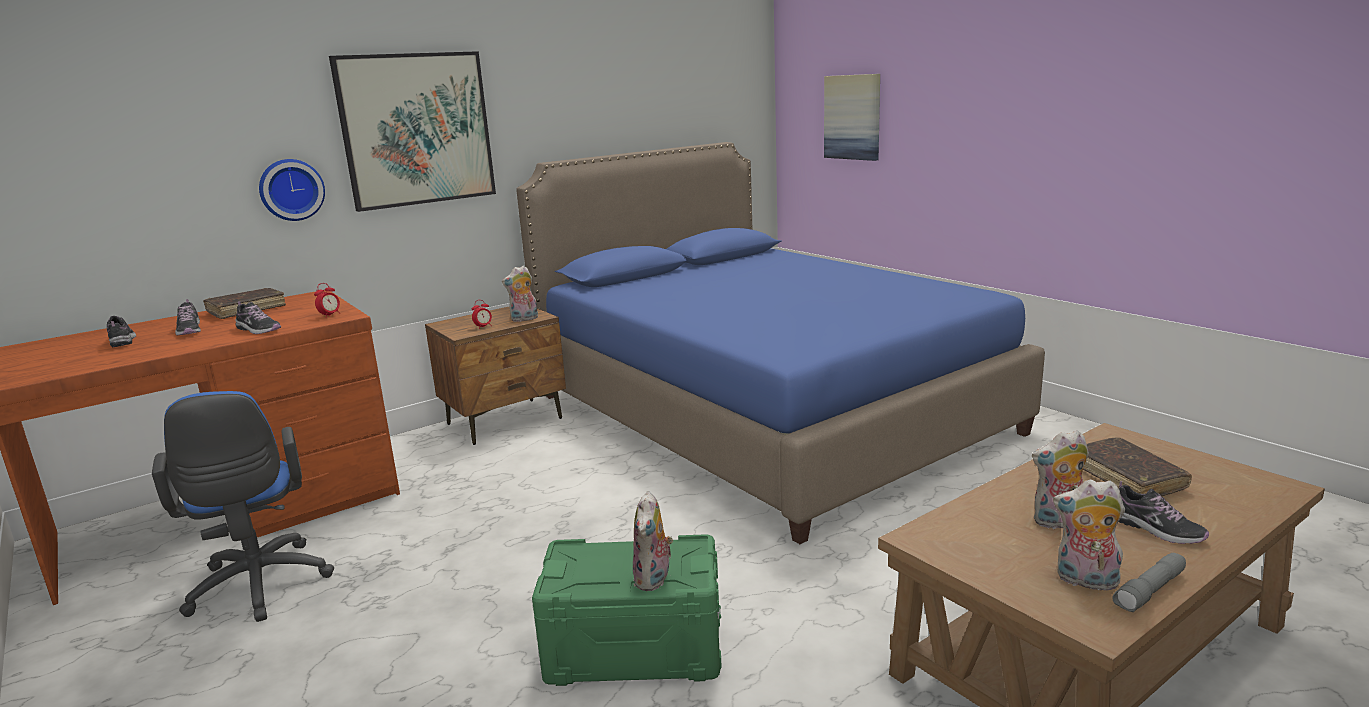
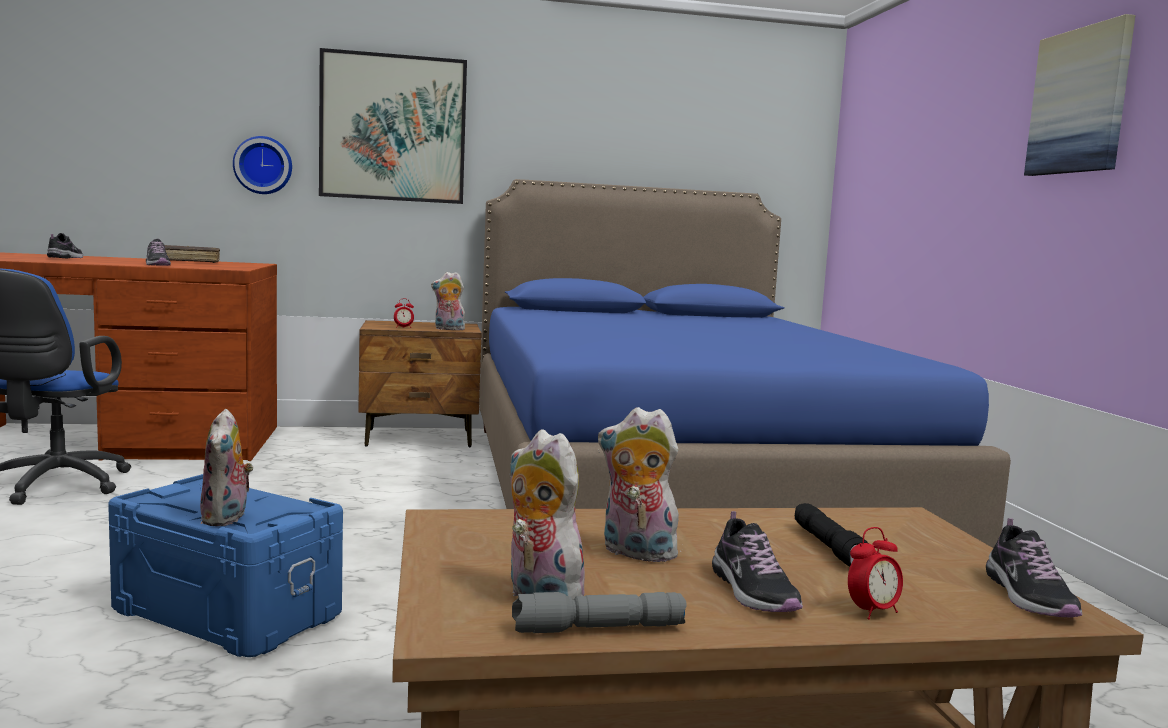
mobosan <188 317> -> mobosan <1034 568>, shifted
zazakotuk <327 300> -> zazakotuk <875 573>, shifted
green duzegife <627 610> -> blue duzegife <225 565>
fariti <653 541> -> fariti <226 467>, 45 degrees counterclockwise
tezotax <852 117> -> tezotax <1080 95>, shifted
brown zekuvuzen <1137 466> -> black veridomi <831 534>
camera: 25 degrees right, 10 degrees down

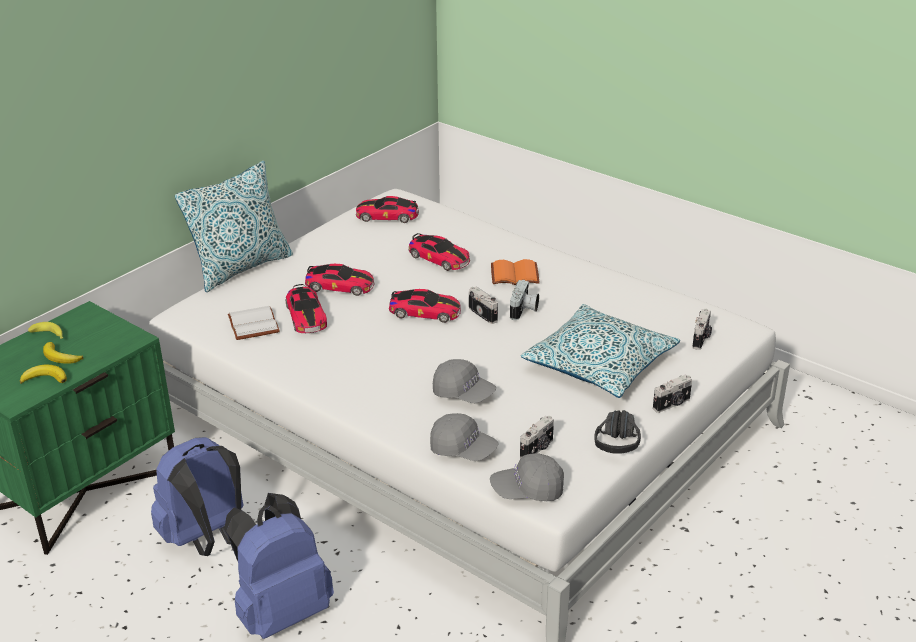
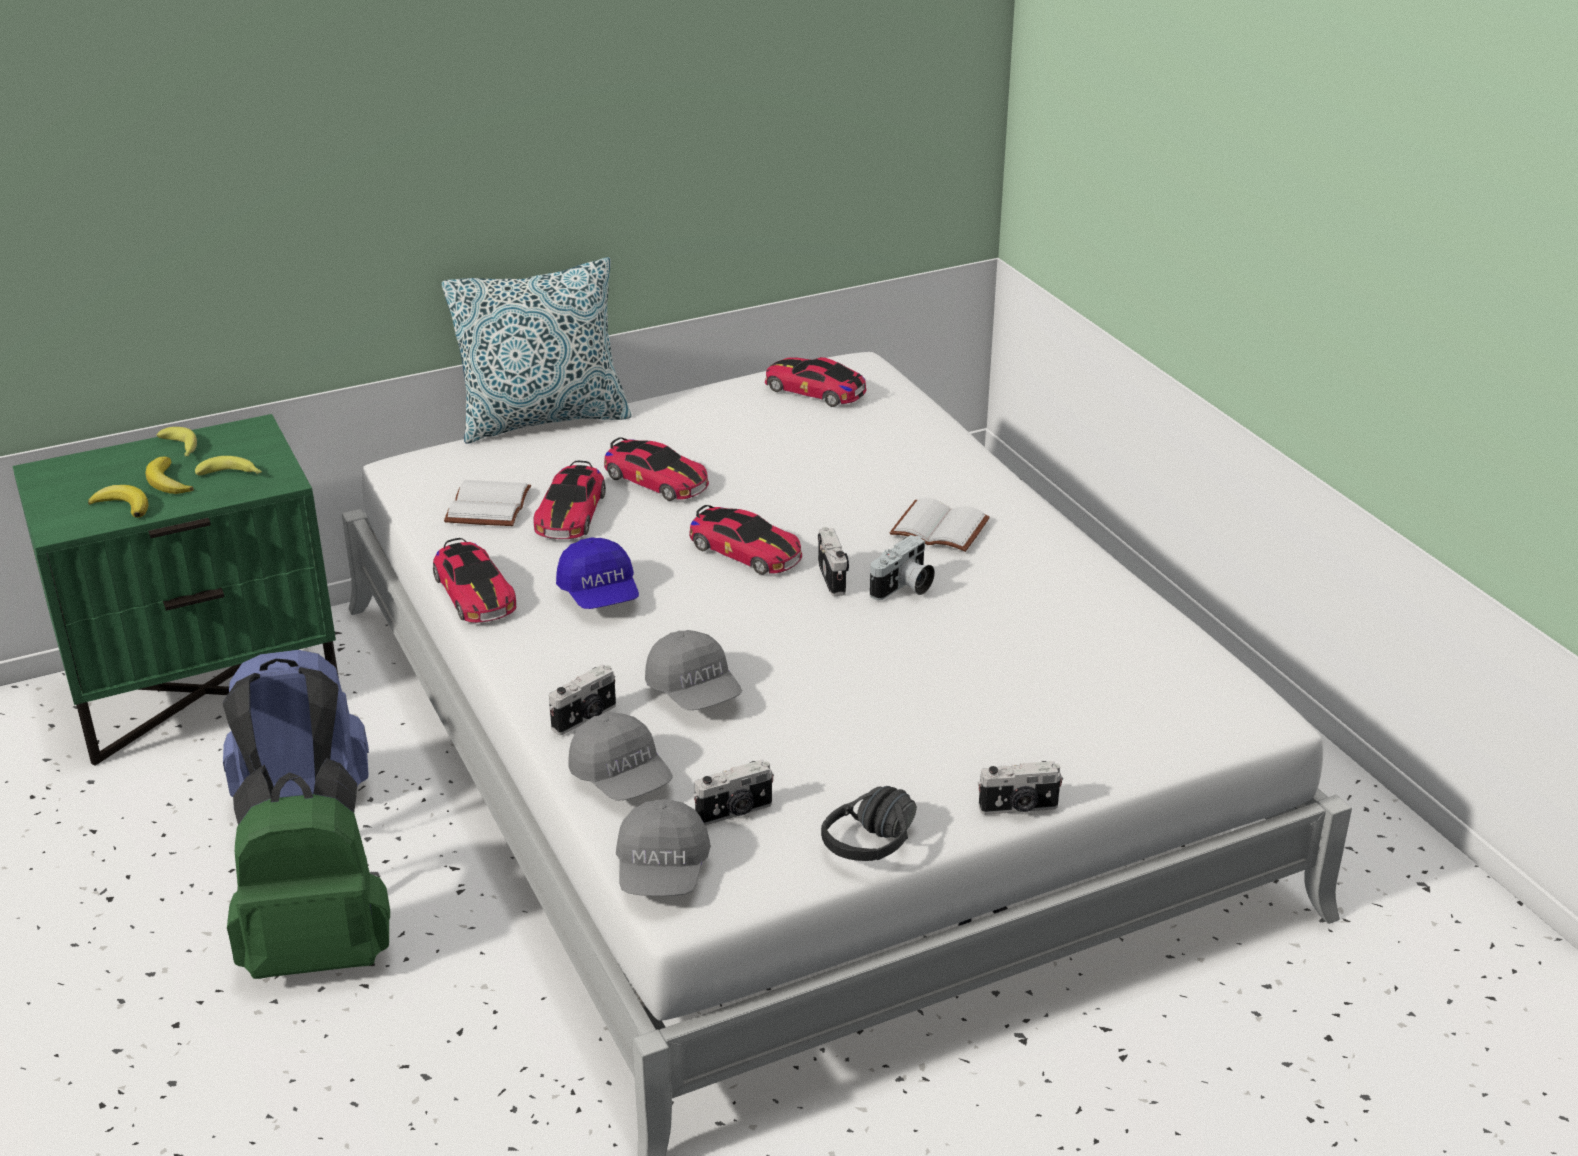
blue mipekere <279 566> -> green mipekere <308 868>
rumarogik <439 252> -> rumarogik <475 580>, shifted
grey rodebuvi <527 477> -> grey rodebuvi <663 847>, 105 degrees counterclockwise
orange zekuvuzen <515 272> -> white zekuvuzen <940 525>
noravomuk <600 351> -> none
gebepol <702 329> -> gebepol <582 699>, shifted
none -> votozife <228 466>
none -> blue rodebuvi <597 573>
camera: 25 degrees right, 0 degrees up

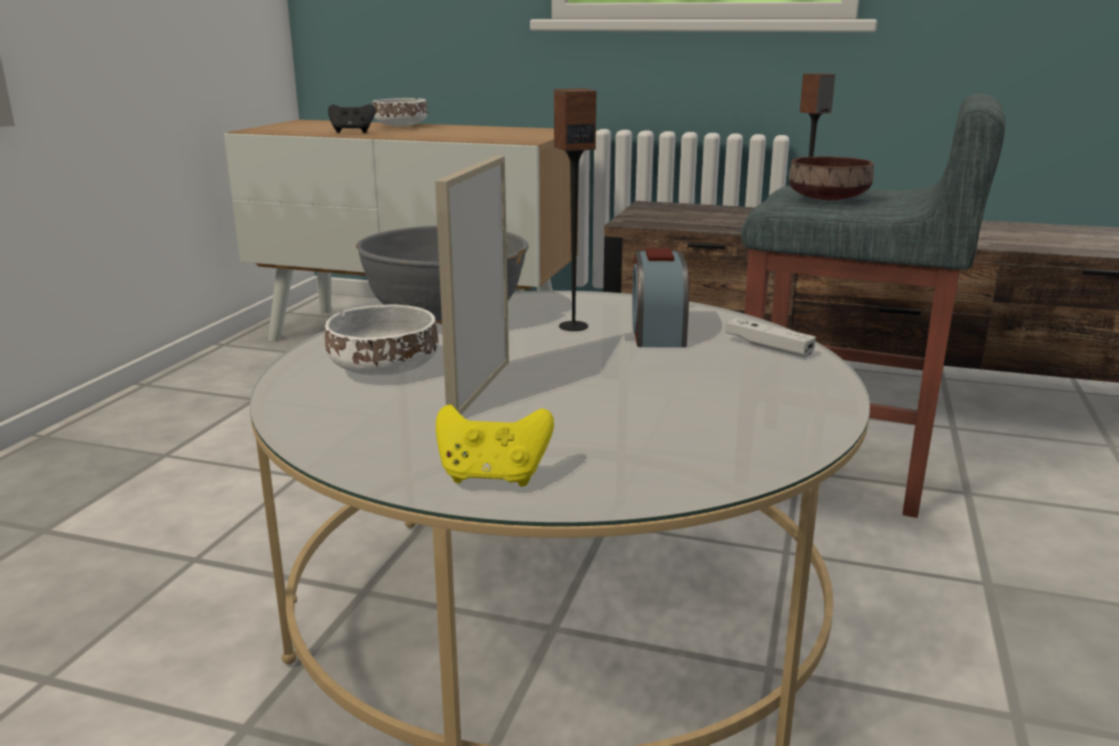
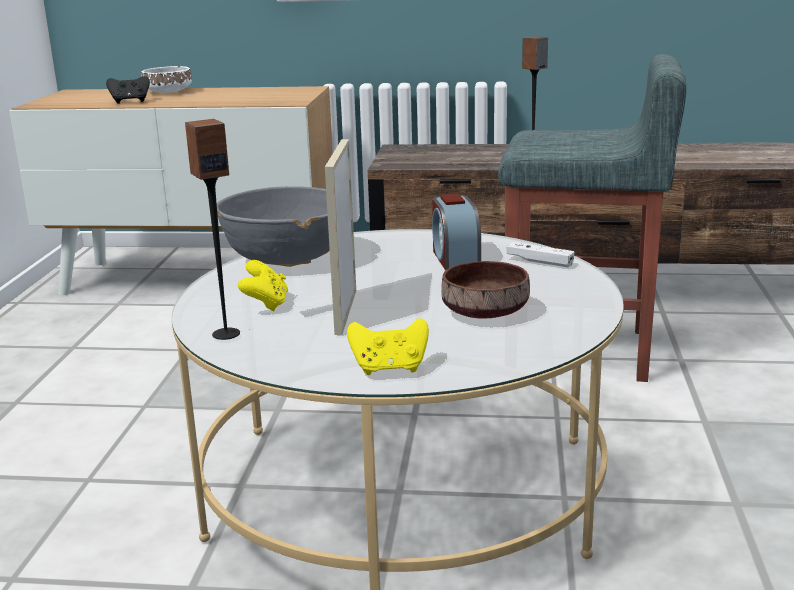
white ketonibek <381 339> -> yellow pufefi <263 286>
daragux <575 209> -> daragux <212 229>, shifted
brown ketonibek <831 178> -> brown ketonibek <485 289>, shifted
camera: 10 degrees left, 0 degrees up

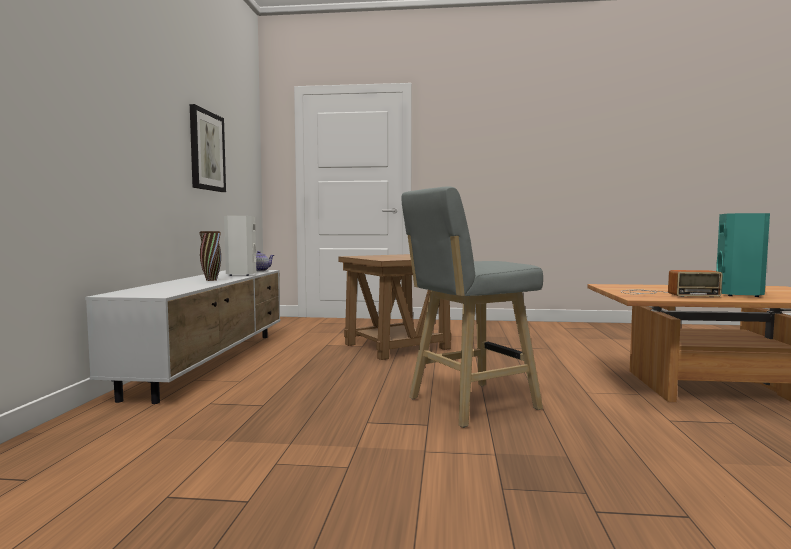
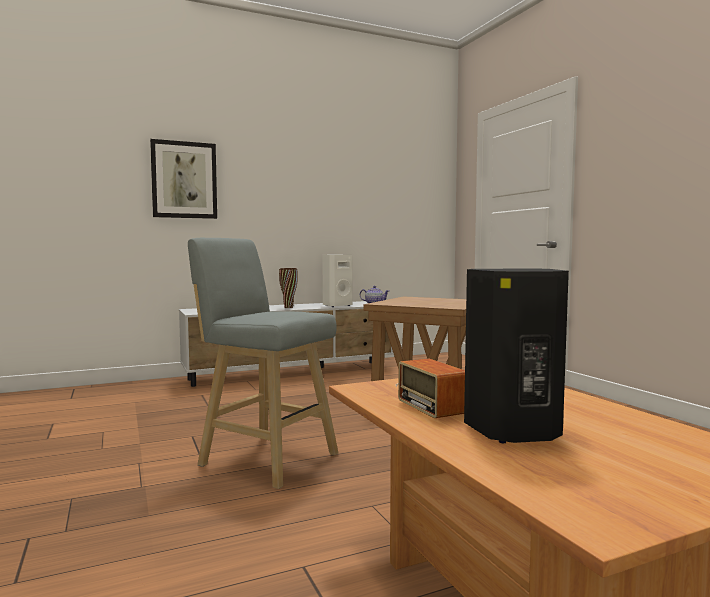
tezotax <208 148> -> tezotax <183 179>, shifted
turquoise daragux <743 255> -> black daragux <516 355>
camera: 60 degrees right, 0 degrees up

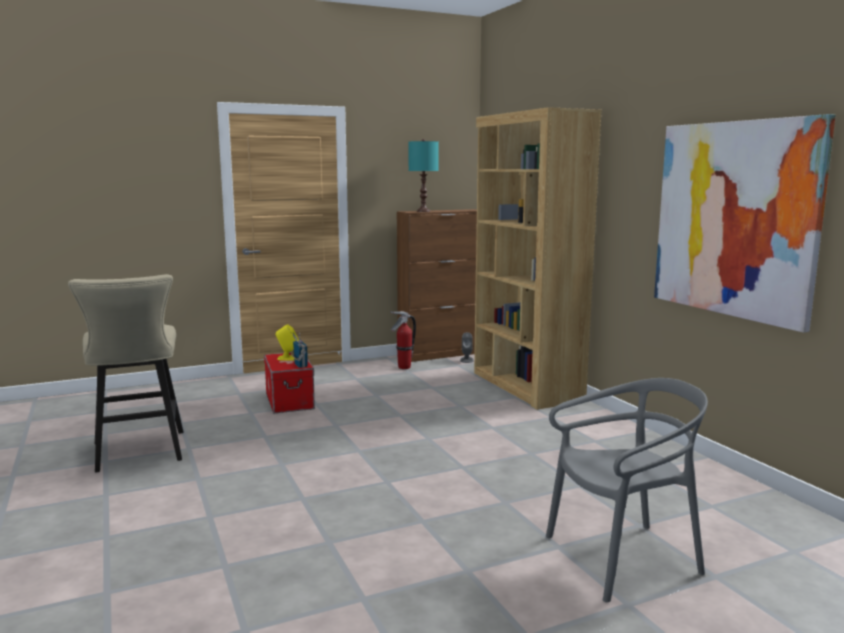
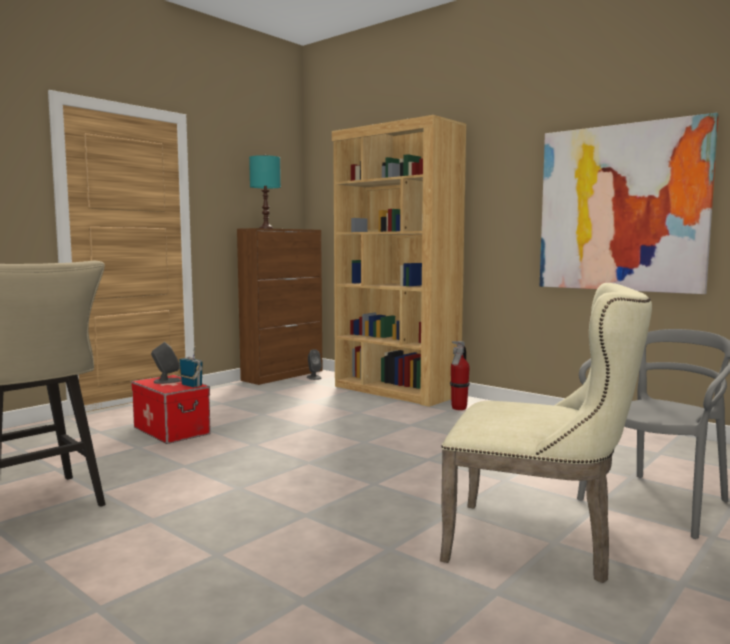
yellow daragux <287 342> -> grey daragux <166 363>
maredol <403 340> -> maredol <460 375>, shifted
none -> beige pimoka <546 433>
camera: 25 degrees left, 5 degrees down

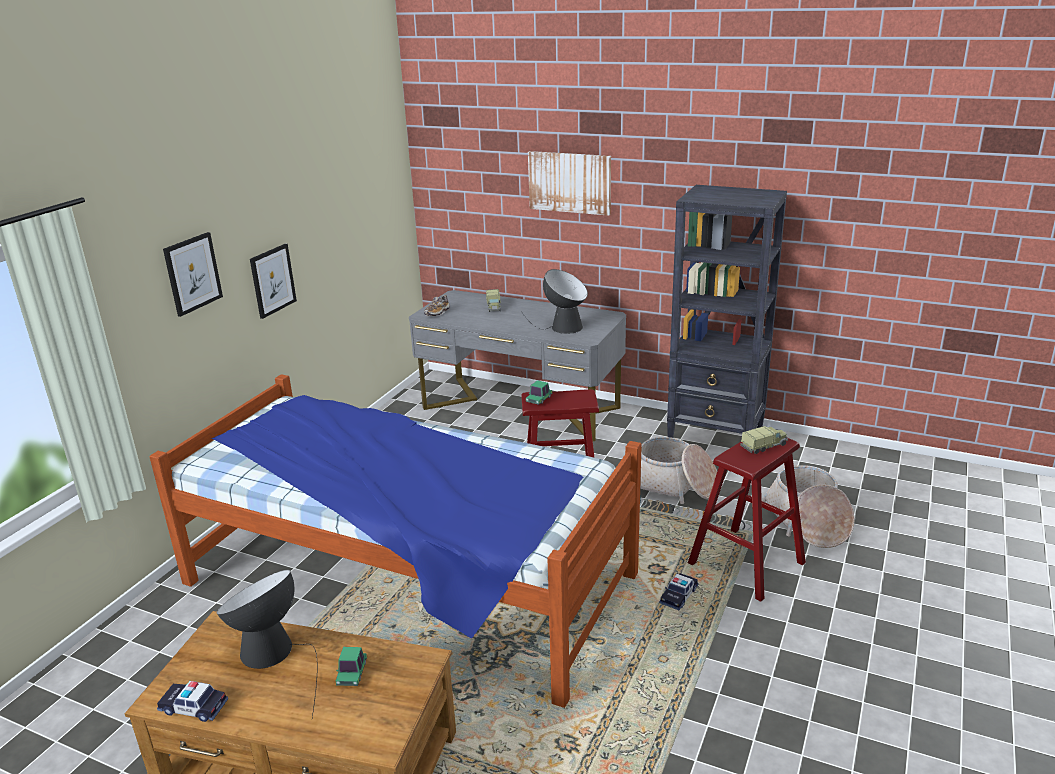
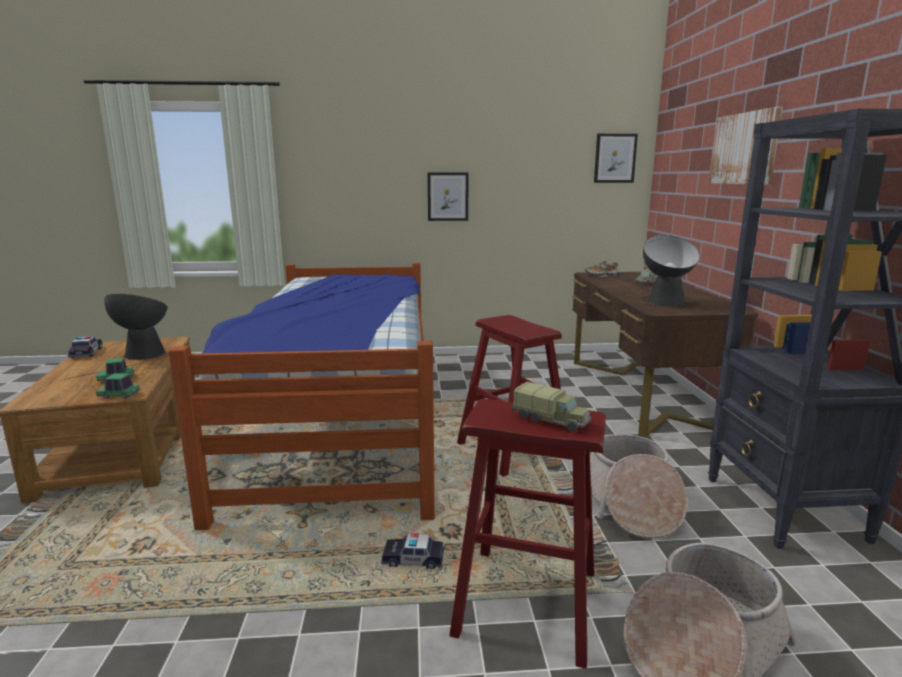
tezotax <193 274> -> tezotax <616 158>, shifted
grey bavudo <517 365> -> brown bavudo <665 355>
rumarogik <539 392> -> rumarogik <118 386>, shifted
camera: 60 degrees right, 10 degrees down

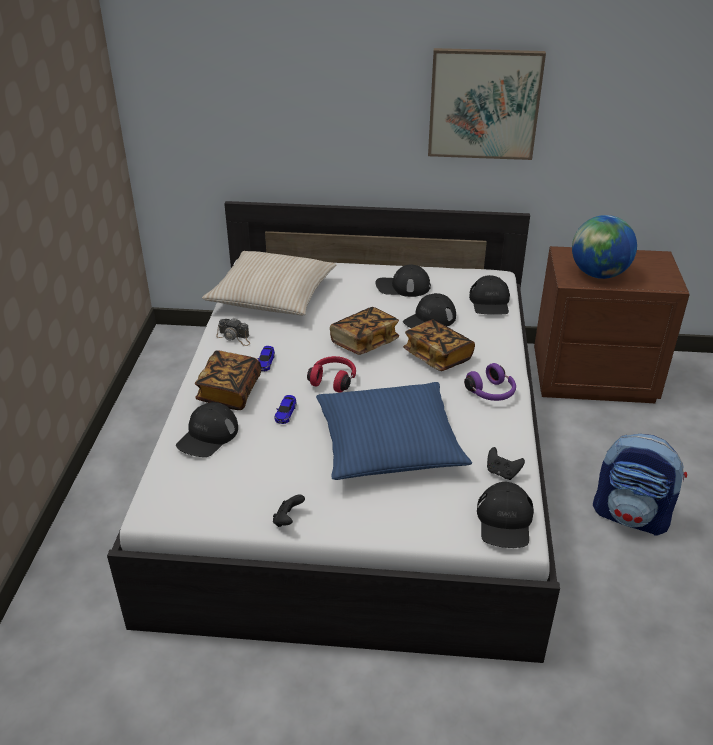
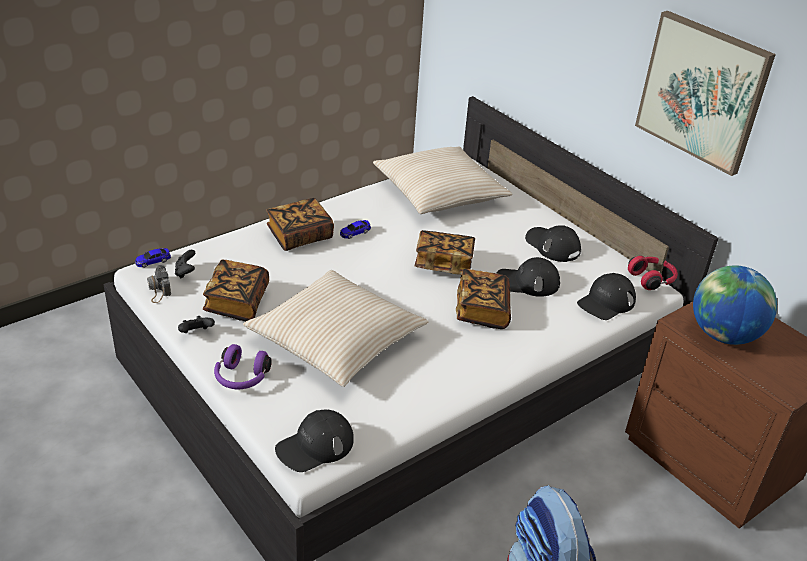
black rodebuvi <207 429> -> none
gebepol <233 332> -> gebepol <159 284>, shifted
rumarogik <285 409> -> rumarogik <153 258>, shifted
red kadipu <331 374> -> red kadipu <653 273>, shifted
blue noravomuk <394 431> -> beige noravomuk <335 328>
purple kadipu <490 382> -> purple kadipu <243 366>, shifted
black pufefi <506 463> -> black pufefi <185 264>, shifted
none -> zekuvuzen <236 290>
camera: 45 degrees right, 0 degrees up

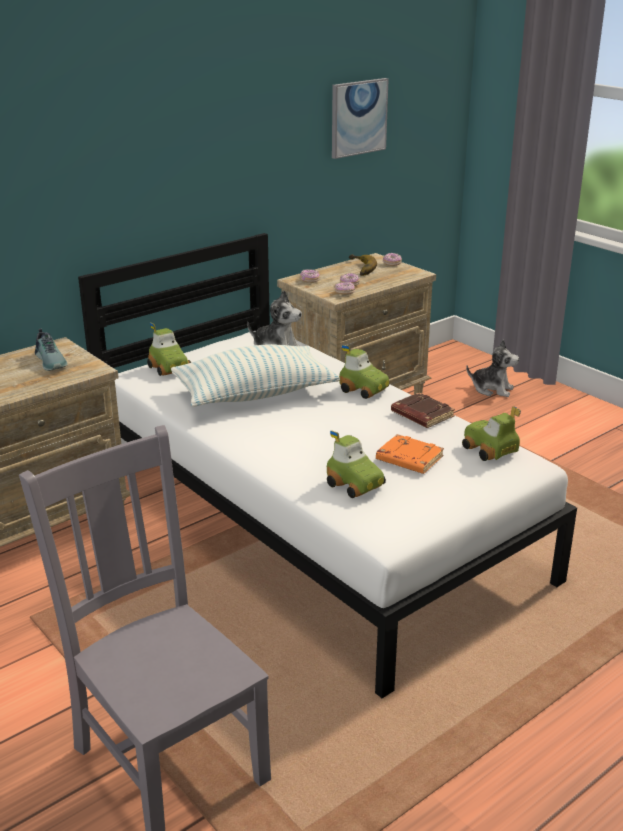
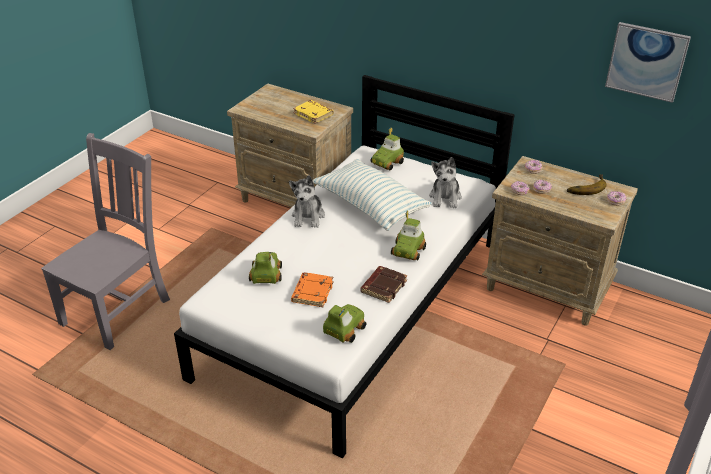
mobosan <51 349> -> yellow zekuvuzen <313 111>
rumarogik <356 464> -> rumarogik <265 268>, 150 degrees clockwise
fariti <492 368> -> fariti <307 201>, shifted
camera: 70 degrees right, 10 degrees up

